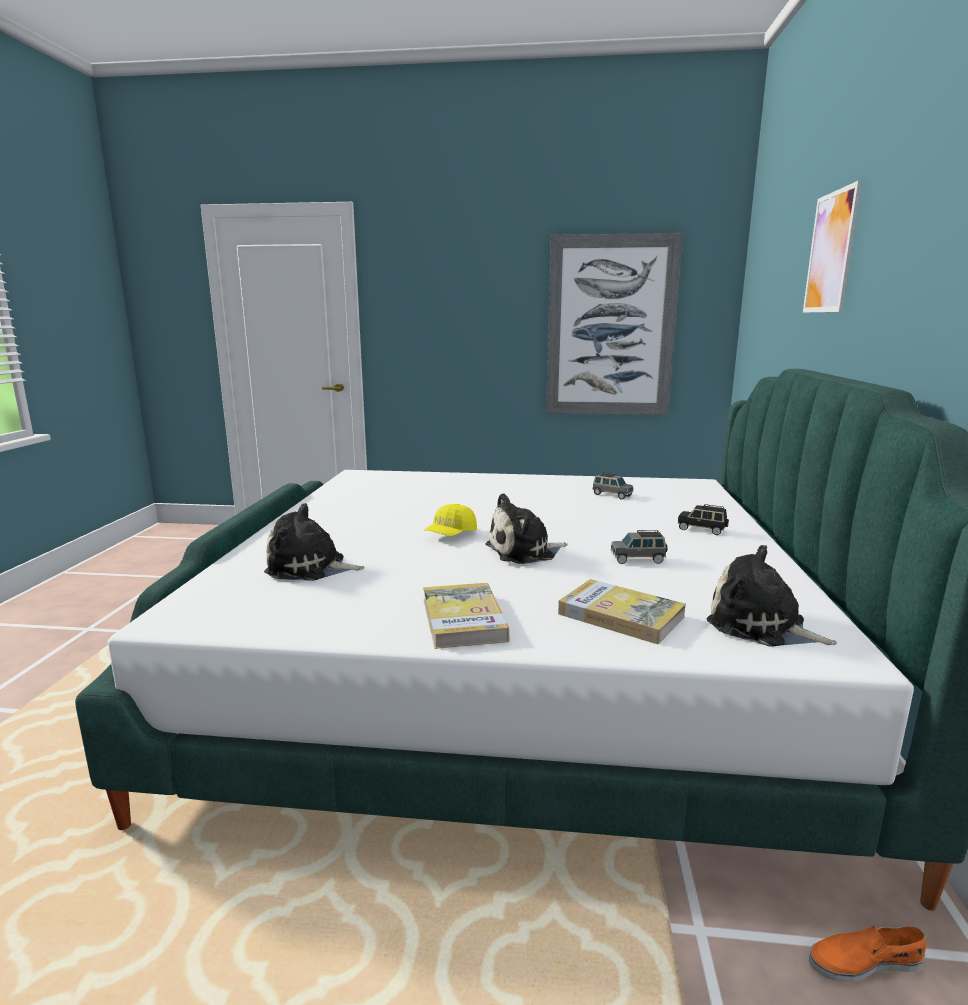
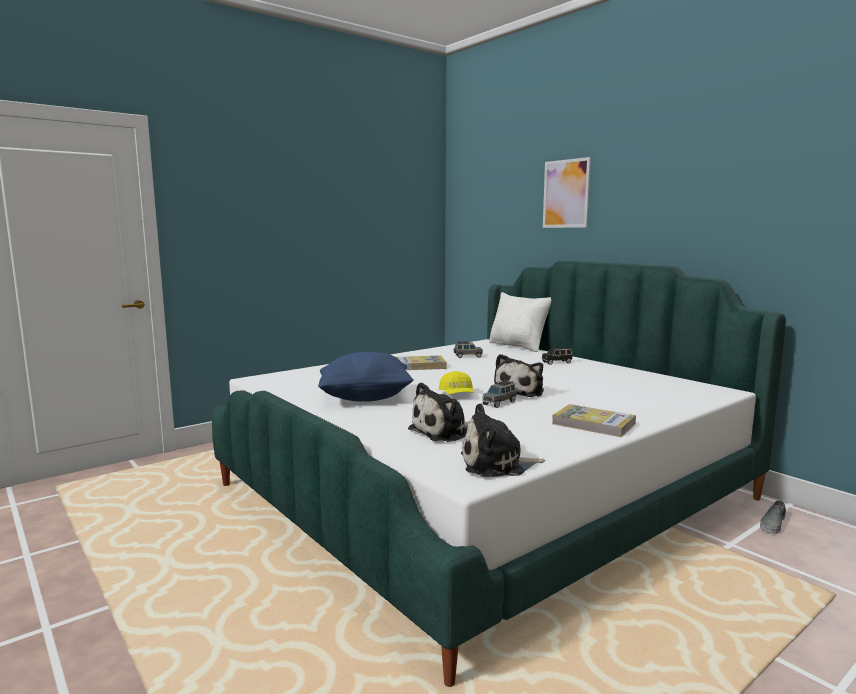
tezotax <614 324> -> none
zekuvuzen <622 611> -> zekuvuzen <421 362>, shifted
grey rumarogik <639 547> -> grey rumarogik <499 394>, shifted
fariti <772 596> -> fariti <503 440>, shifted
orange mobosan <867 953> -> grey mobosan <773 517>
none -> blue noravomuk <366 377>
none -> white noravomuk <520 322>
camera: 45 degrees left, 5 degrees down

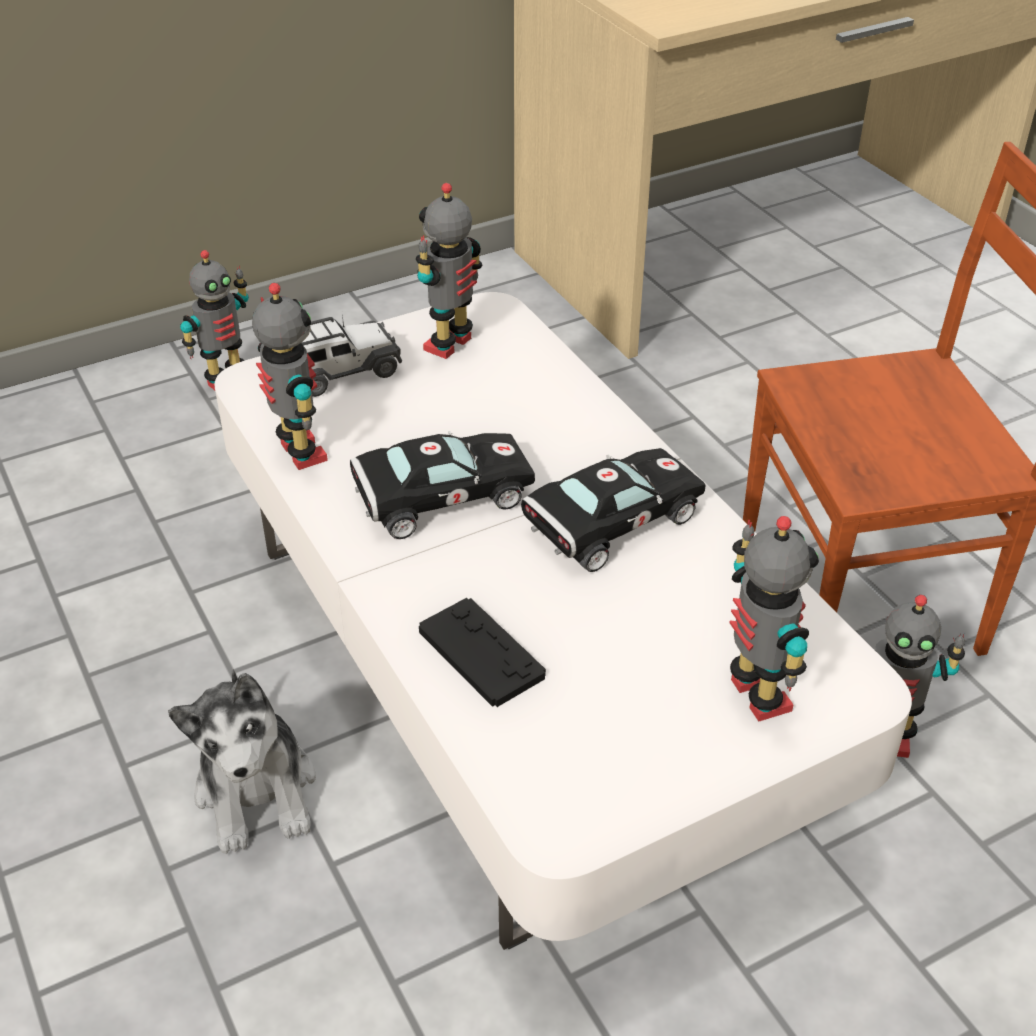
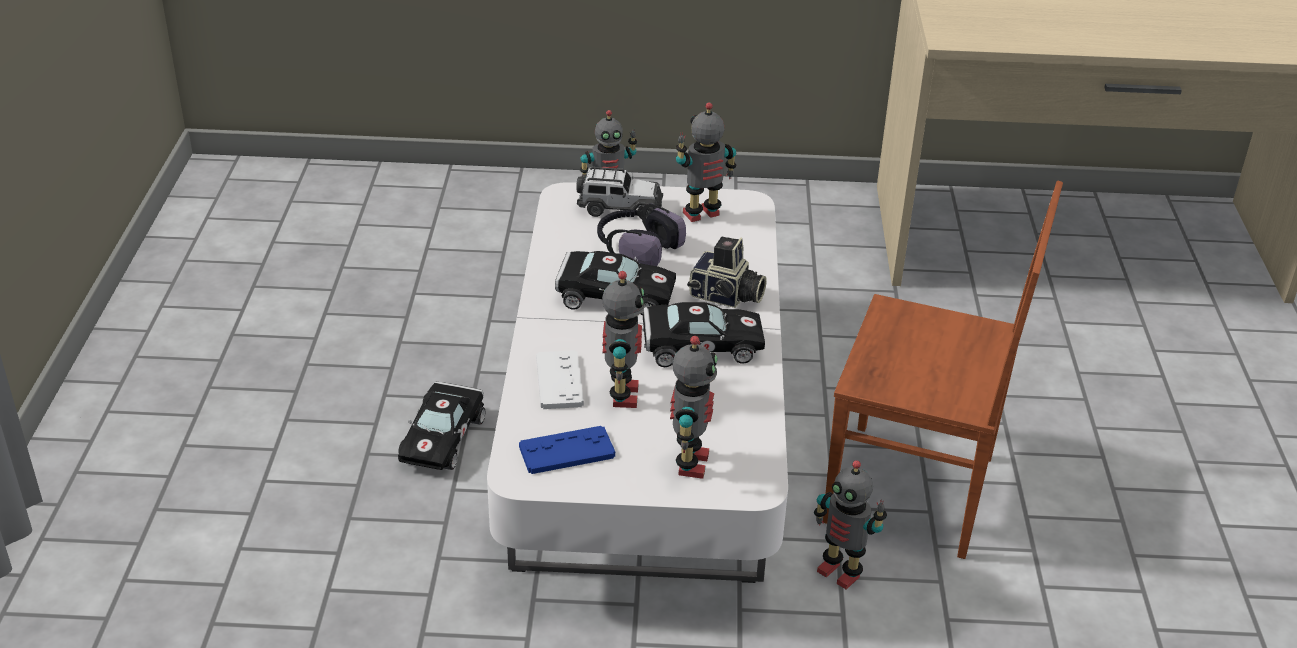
fariti <242 761> -> black rumarogik <441 426>
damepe <290 376> -> damepe <623 339>, shifted
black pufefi <482 652> -> white pufefi <560 379>
none -> blue pufefi <567 450>
none -> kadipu <641 234>
none -> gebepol <727 272>
camera: 30 degrees right, 5 degrees down

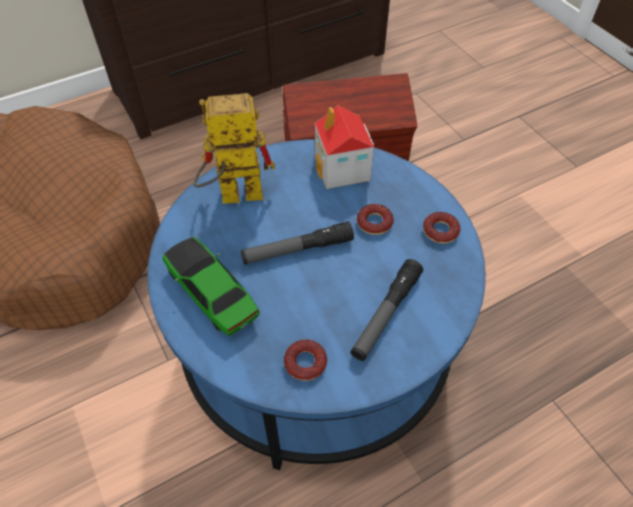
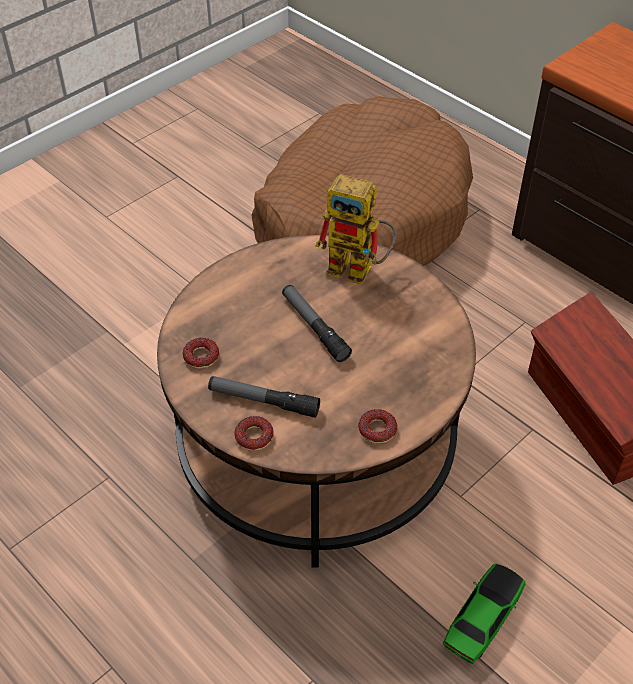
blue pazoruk <316 304> -> brown pazoruk <316 401>
rumarogik <211 286> -> rumarogik <484 613>, shifted
damepe <234 148> -> damepe <356 229>, 135 degrees clockwise
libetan <344 147> -> none
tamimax <375 219> -> tamimax <254 433>, shifted
camera: 75 degrees right, 5 degrees down

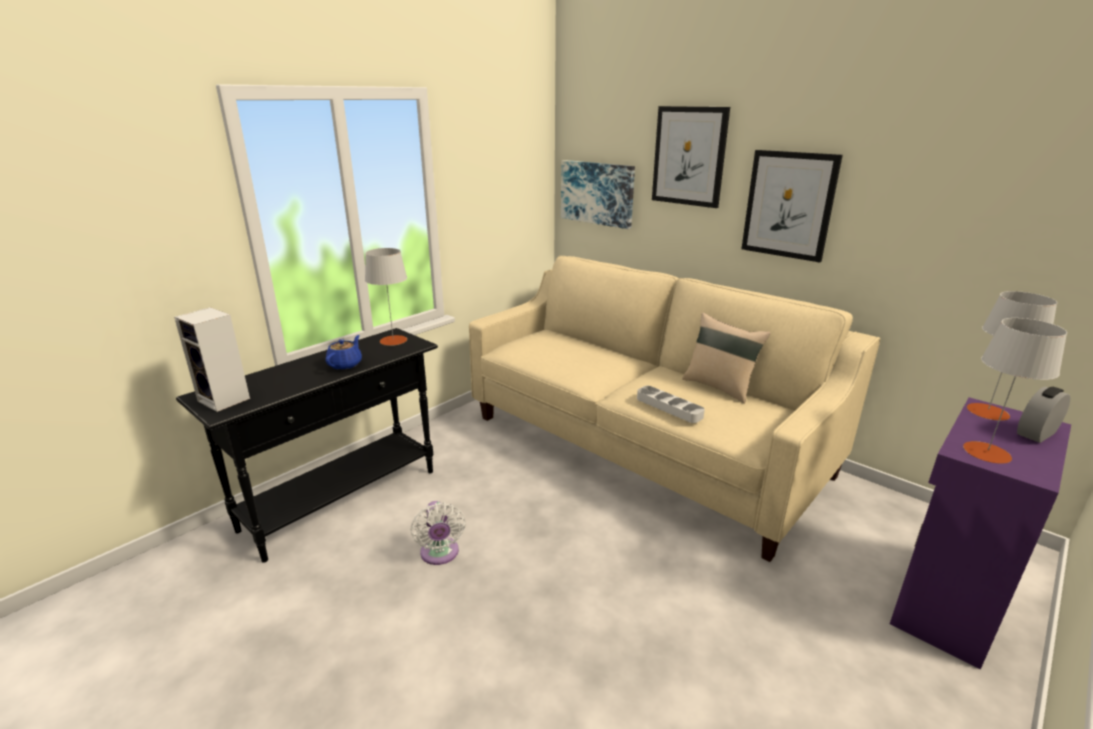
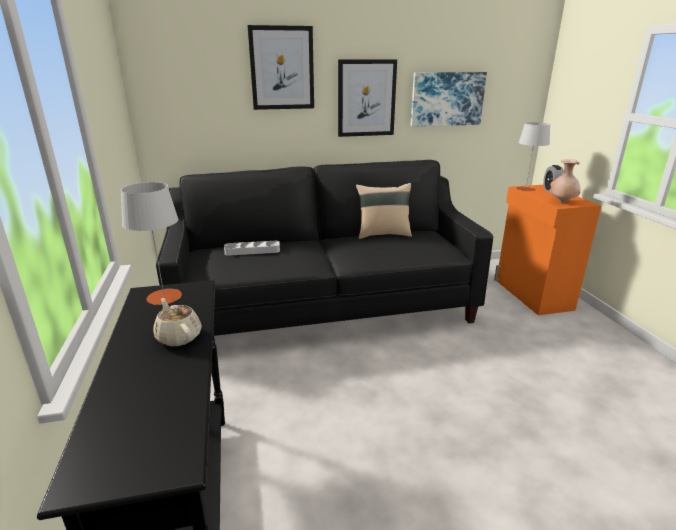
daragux <212 359> -> none
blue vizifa <344 352> -> beige vizifa <177 322>
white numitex <438 533> -> none
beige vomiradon <674 409> -> black vomiradon <324 248>
tezotax <598 194> -> tezotax <448 99>, shifted
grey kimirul <671 404> -> grey kimirul <252 248>, shifted
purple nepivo <980 533> -> orange nepivo <547 250>
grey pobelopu <1015 391> -> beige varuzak <565 181>
camera: 55 degrees left, 0 degrees up

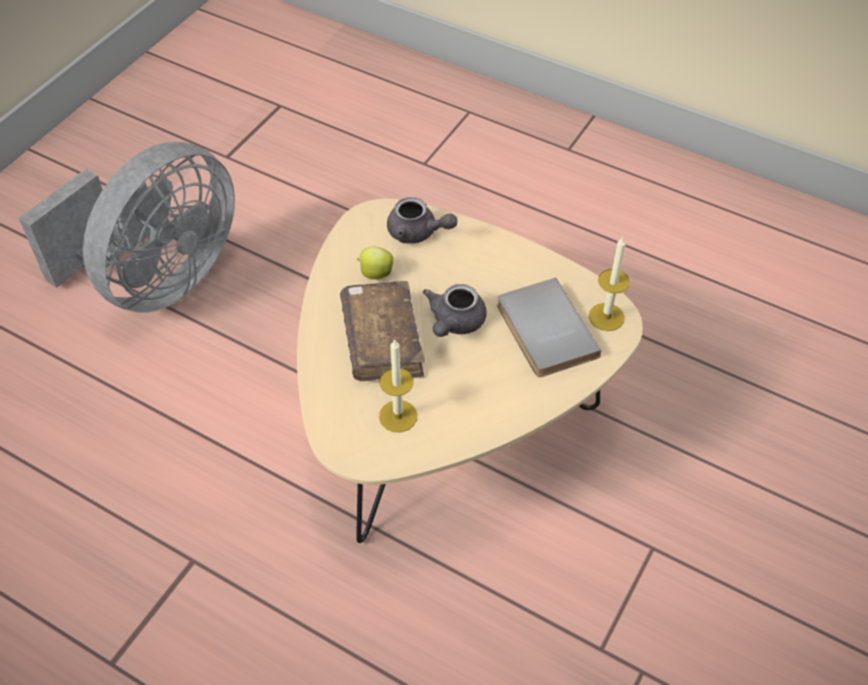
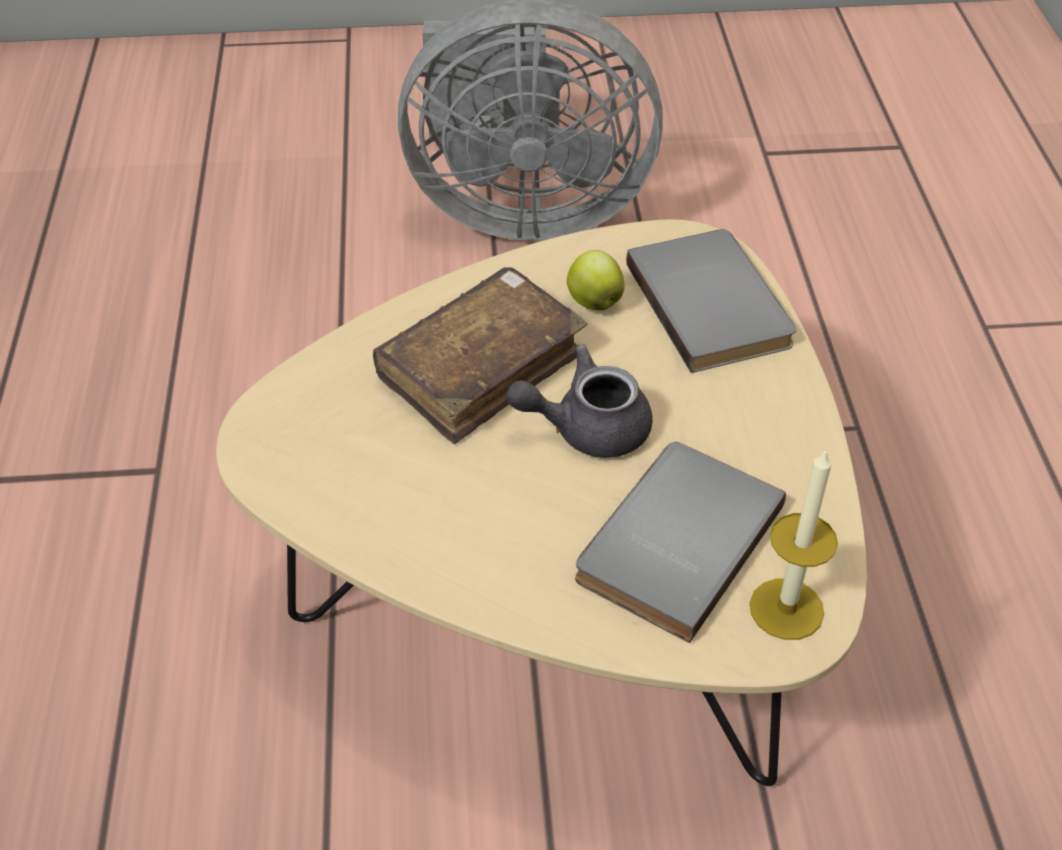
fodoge <398 385> -> none
grey vizifa <422 220> -> grey zekuvuzen <711 301>
camera: 55 degrees right, 5 degrees down

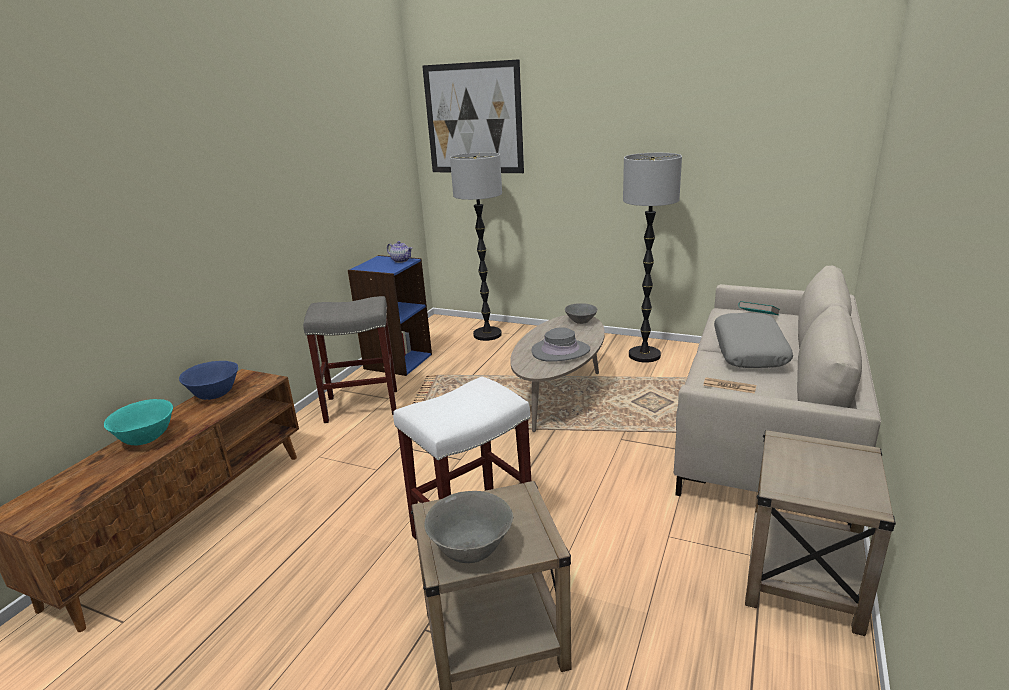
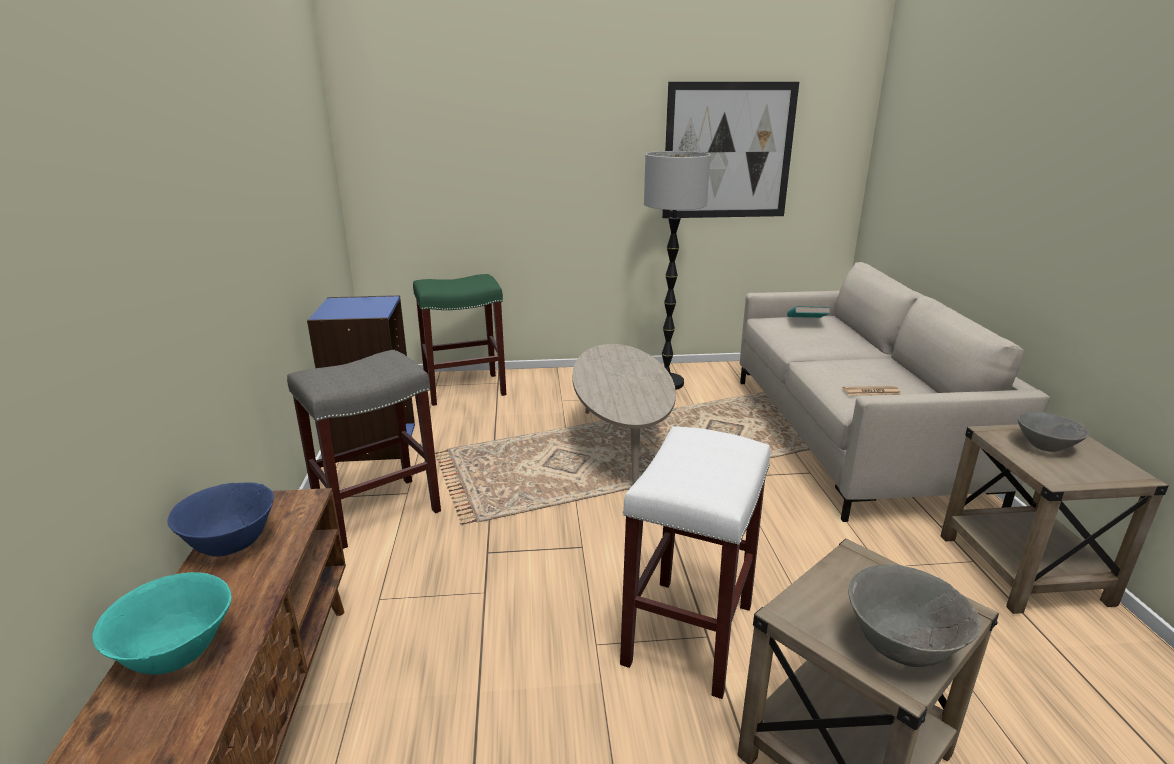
vizifa <399 252> -> none
tezotax <473 116> -> tezotax <730 150>, shifted
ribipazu <476 246> -> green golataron <459 340>
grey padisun <560 344> -> none
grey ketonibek <581 313> -> grey ketonibek <1053 432>, shifted
grey noravomuk <753 340> -> none
camera: 30 degrees left, 0 degrees up

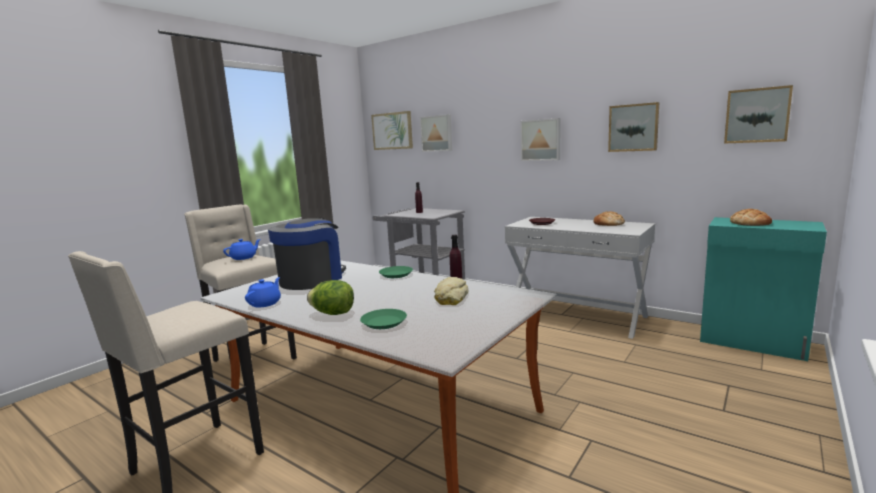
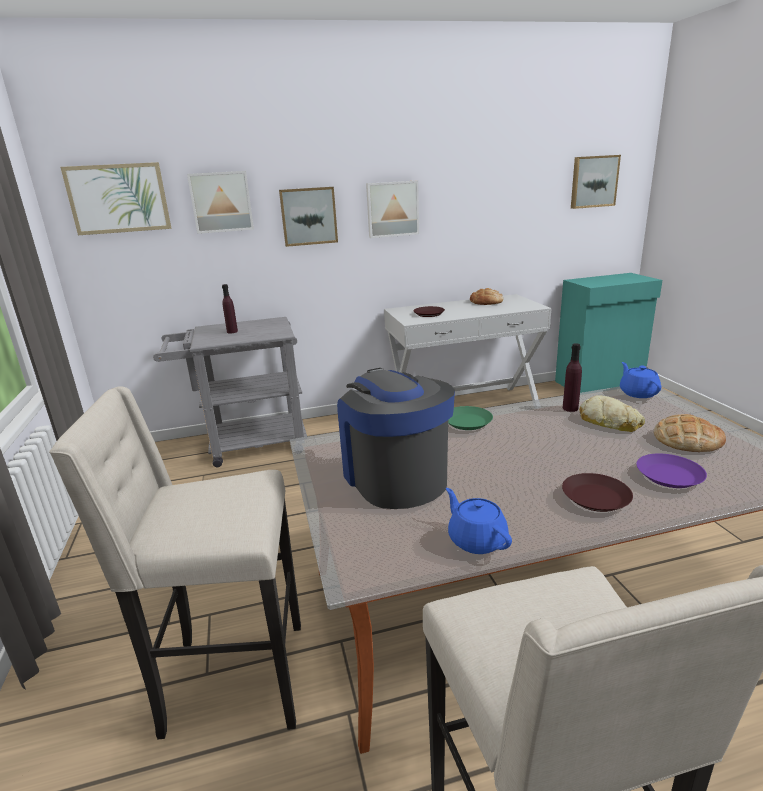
blue vizifa <242 249> -> blue vizifa <640 380>, shifted
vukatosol <330 297> -> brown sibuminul <597 492>
green sibuminul <383 319> -> purple sibuminul <671 470>
tezotax <633 127> -> tezotax <308 217>, shifted
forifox <751 217> -> forifox <690 433>, shifted
camera: 50 degrees left, 10 degrees up

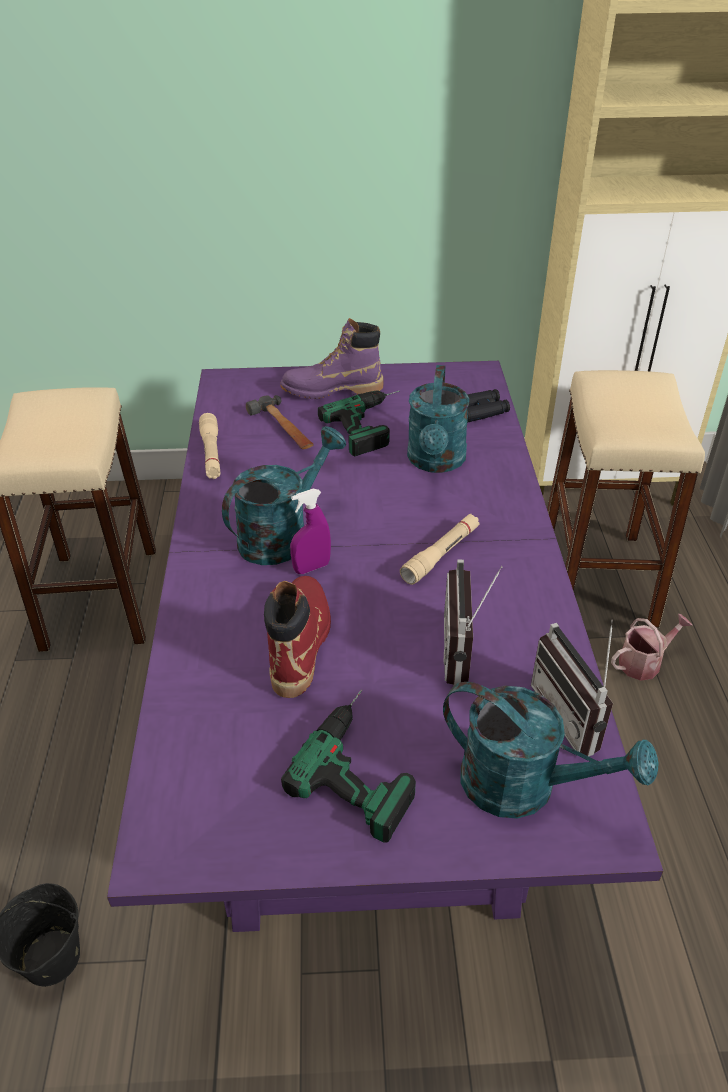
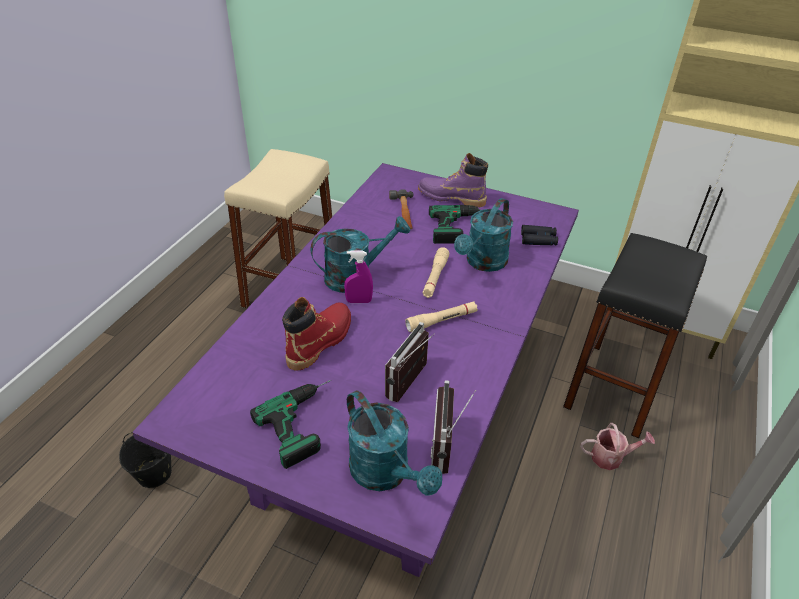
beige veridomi <209 446> -> beige veridomi <435 272>, shifted
beige golataron <626 499> -> black golataron <635 335>
camera: 25 degrees right, 0 degrees up

